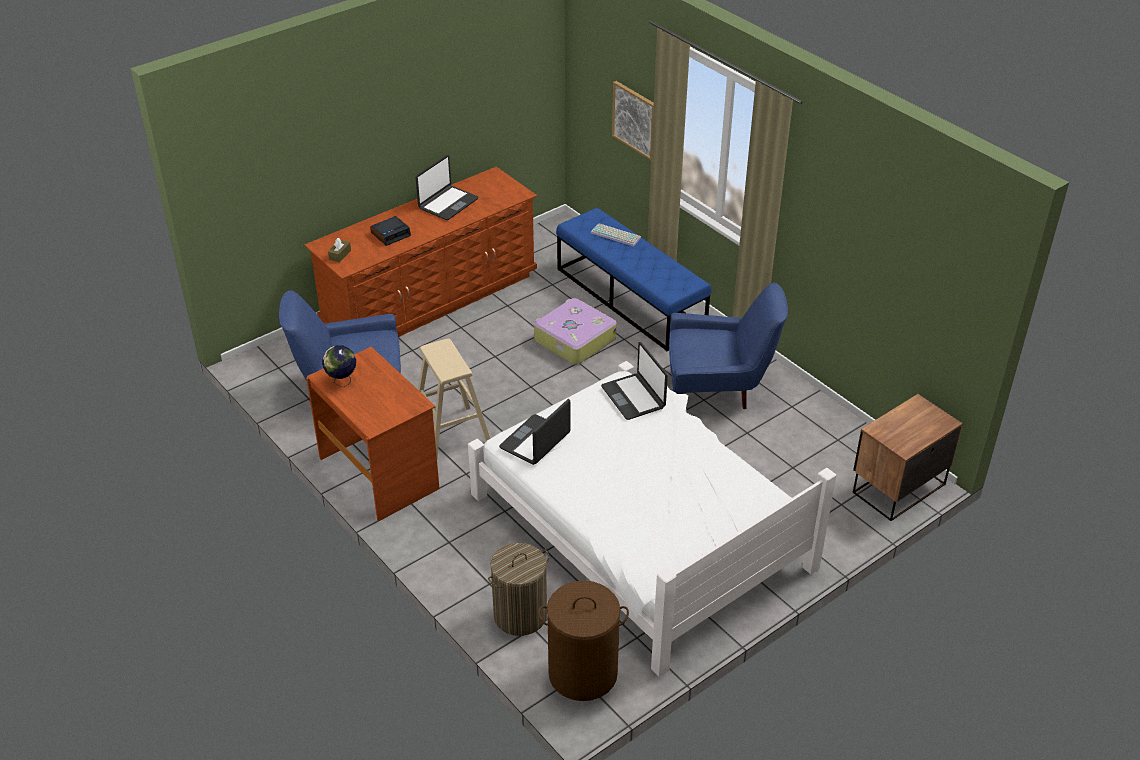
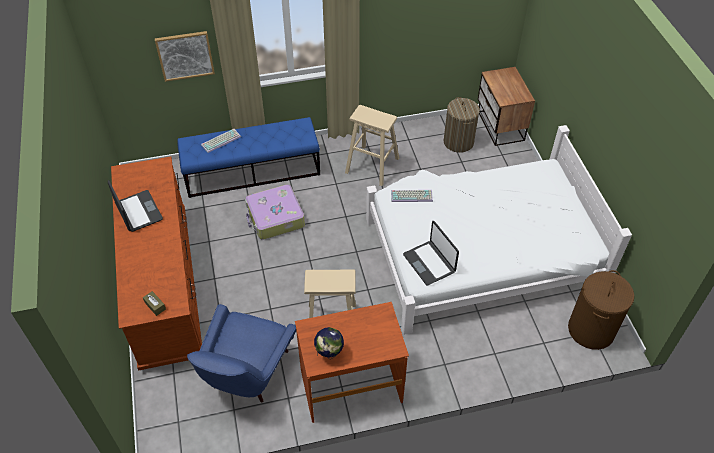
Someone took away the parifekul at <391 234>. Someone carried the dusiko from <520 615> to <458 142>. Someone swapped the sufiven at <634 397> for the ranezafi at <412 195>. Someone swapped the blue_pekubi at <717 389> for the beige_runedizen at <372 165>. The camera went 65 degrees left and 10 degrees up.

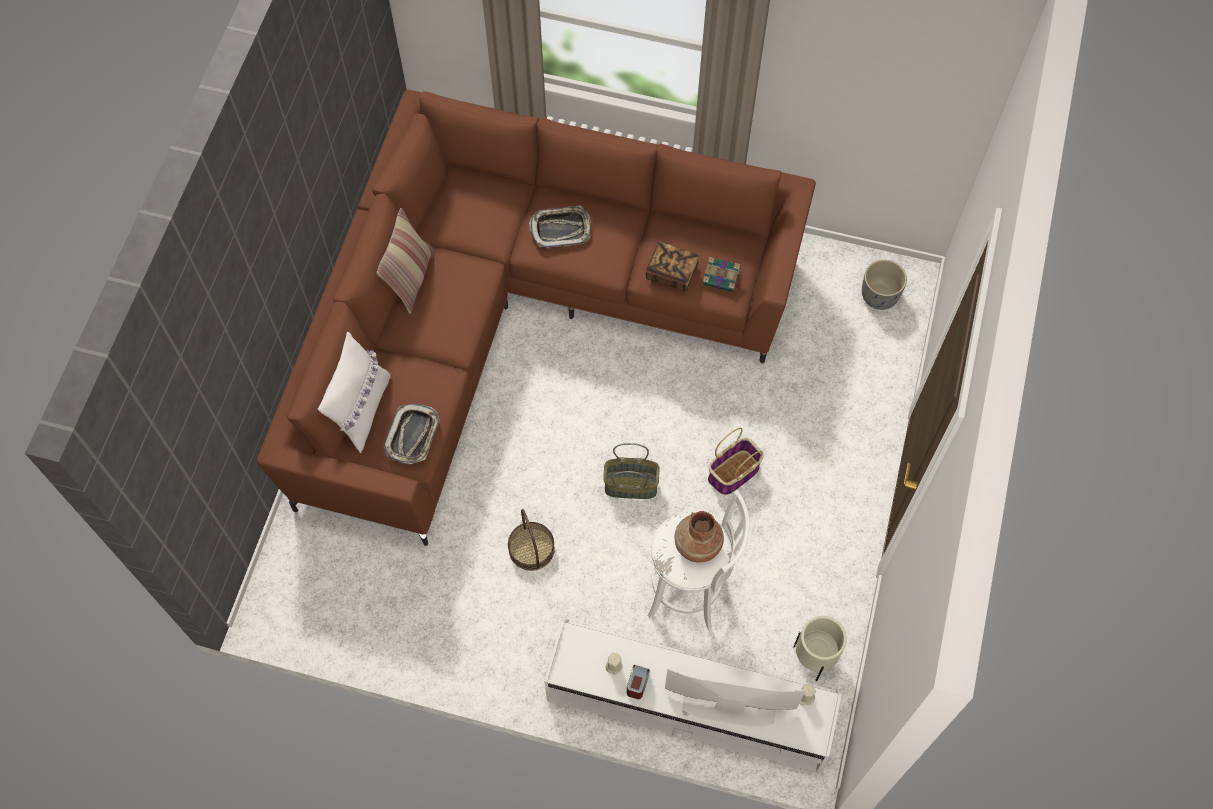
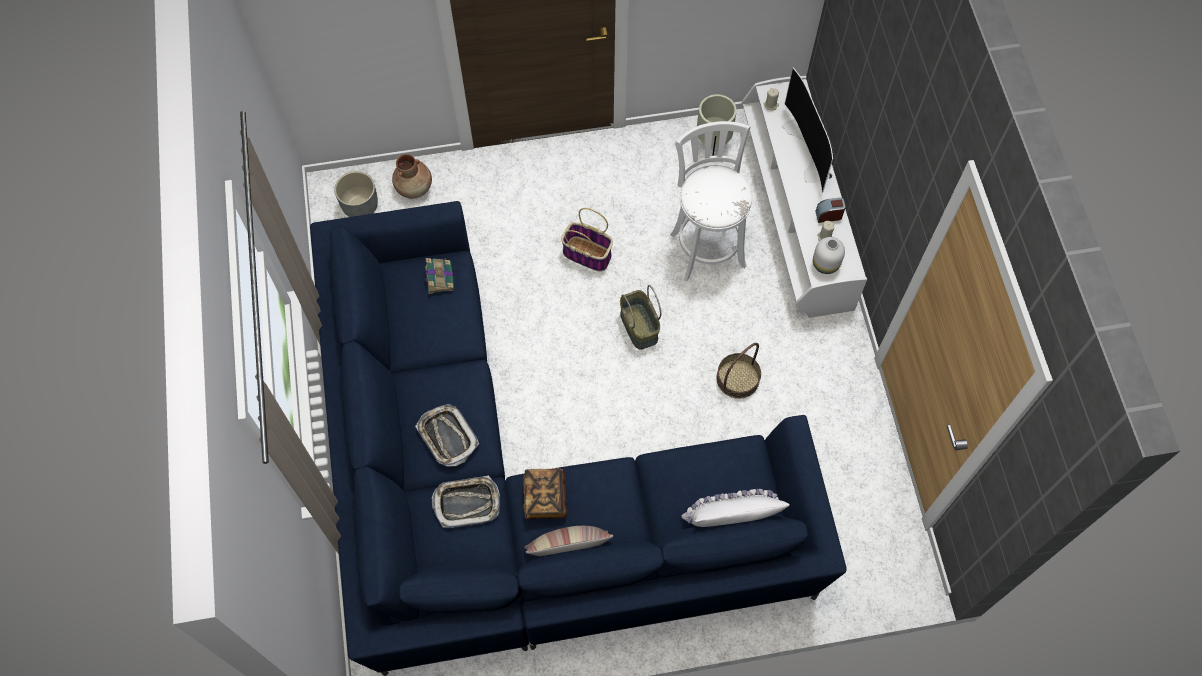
Someone put down the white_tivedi at <825 263>. Someone carried the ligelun from <412 436> to <467 503>. Someone carried the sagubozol from <672 273> to <545 498>. Someone carried the brown_tivedi from <697 545> to <414 187>. Someone repainted the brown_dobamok at <516 317>, which became the blue_dobamok at <519 497>. The camera went 115 degrees left and 0 degrees up.

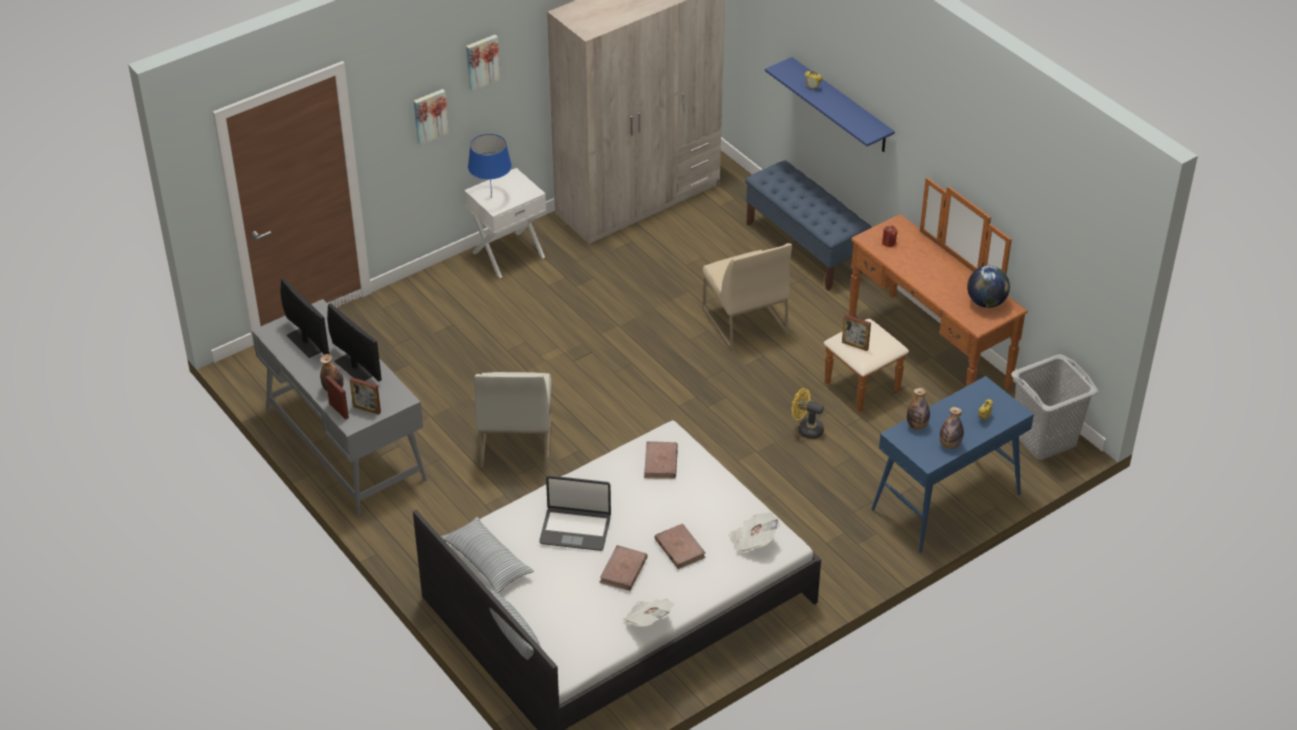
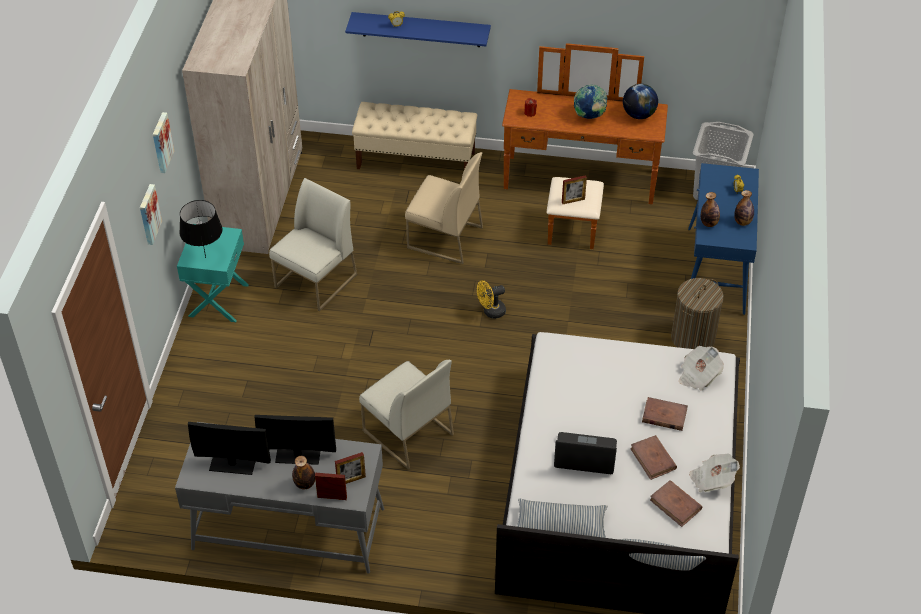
Someone put down the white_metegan at <316 281>. Someone put down the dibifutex at <589 116>. Someone put down the dusiko at <693 338>. Someone carried the brown_sagubozol from <660 462> to <675 505>. Someone carried the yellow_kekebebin from <806 429> to <491 312>. Someone repainted the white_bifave at <507 254>, which became the turquoise_bifave at <217 300>. Someone repainted the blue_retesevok at <491 197>, which became the black_retesevok at <205 257>. Someone repainted the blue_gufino at <805 248>, which became the beige_gufino at <416 160>. Someone rotated the sufiven at <575 529> by 135 degrees counterclockwise. The camera went 45 degrees left and 5 degrees up.

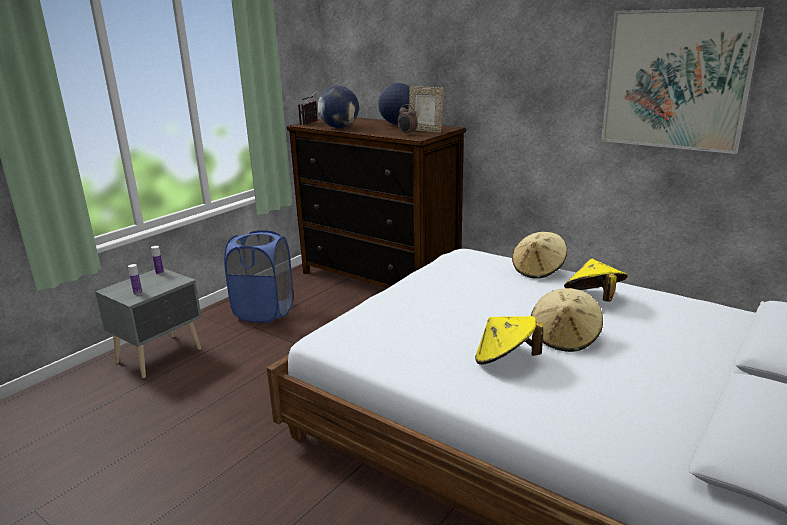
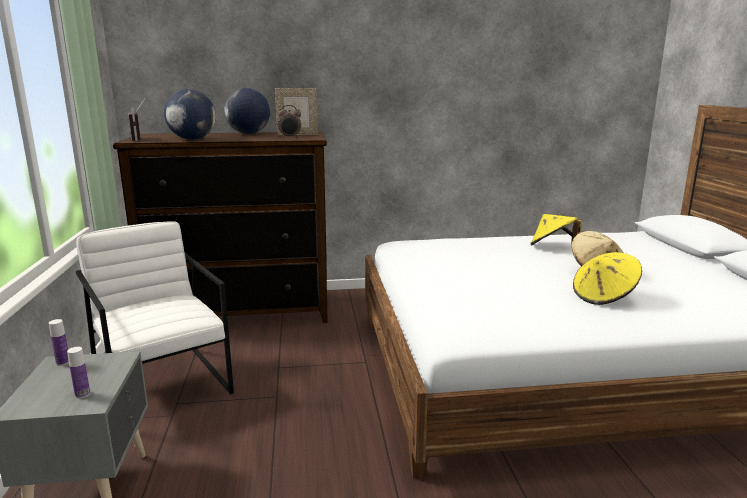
Someone took away the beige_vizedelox at <538 270>. Someone took away the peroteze at <675 80>. Someone swapped the blue_dusiko at <264 312> for the white_pekubi at <162 384>. The camera went 45 degrees left and 5 degrees down.

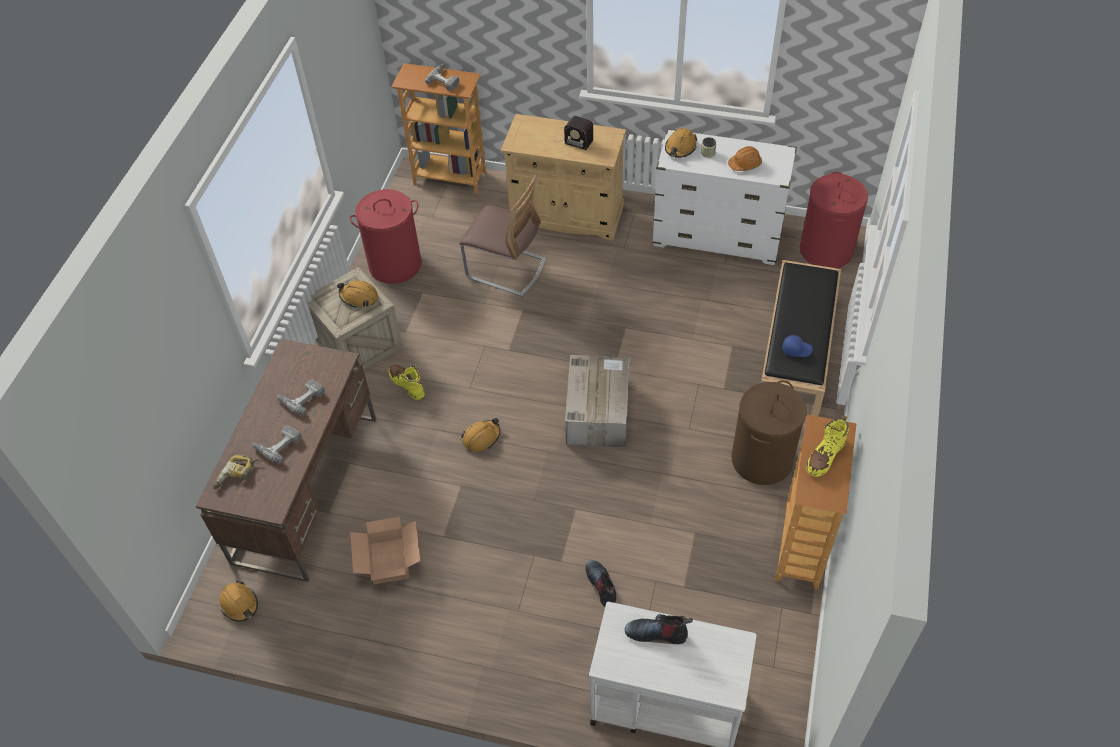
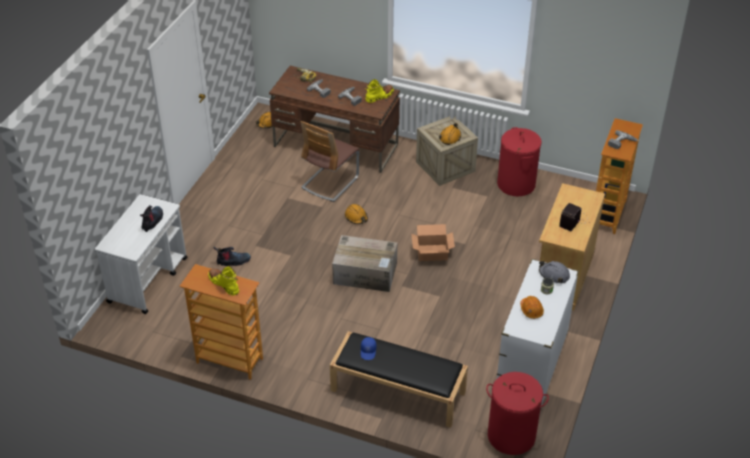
Someone took away the brown_dusiko at <762 460>. Someone carried the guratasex from <390 560> to <432 253>. Someone carried the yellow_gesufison from <407 384> to <379 96>. Someone carried the metegan from <506 269> to <330 182>. Someone repainted the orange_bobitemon at <680 148>, which became the grey_bobitemon at <554 275>. The camera went 95 degrees right and 10 degrees down.

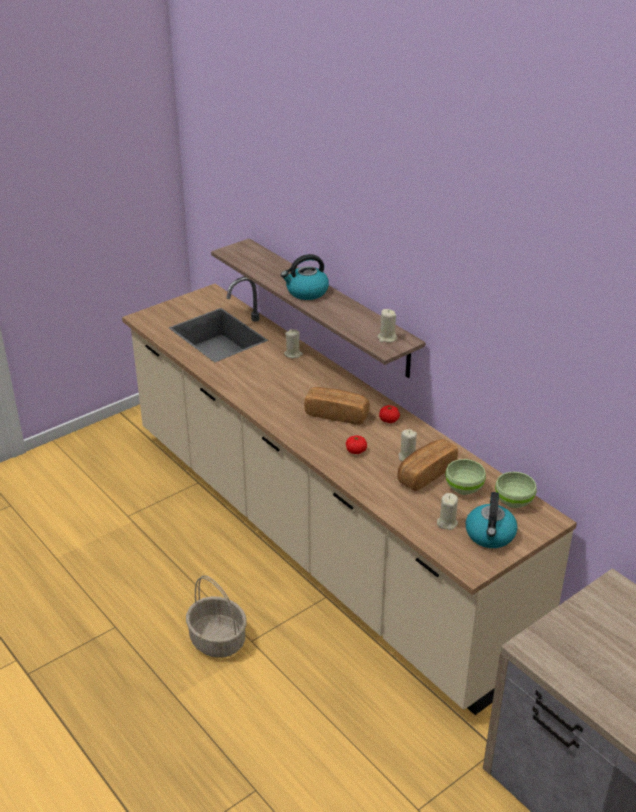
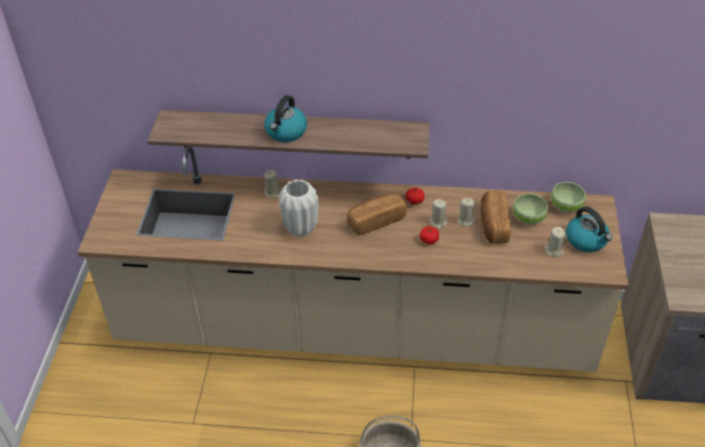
Someone put down the white_tivedi at <301 228>. Someone carried the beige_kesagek from <387 338> to <438 222>. The camera went 45 degrees left and 10 degrees up.

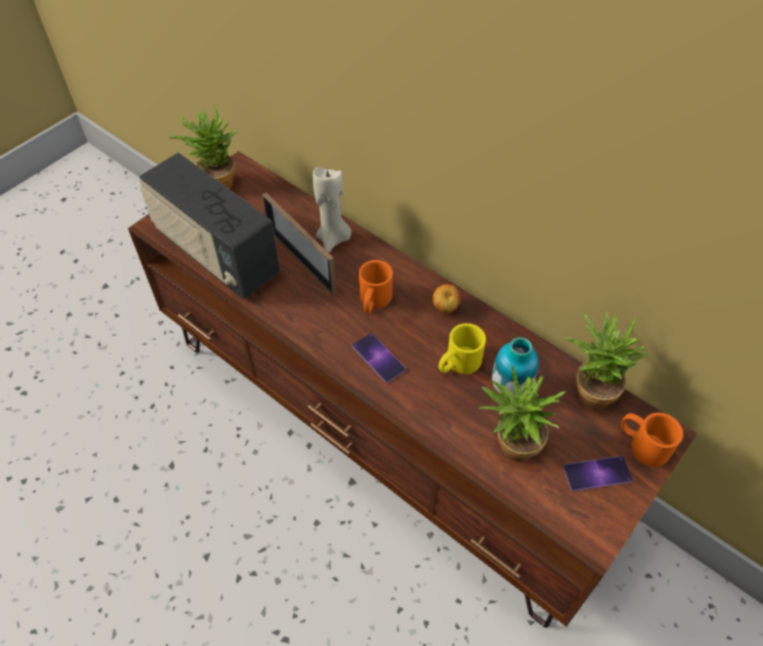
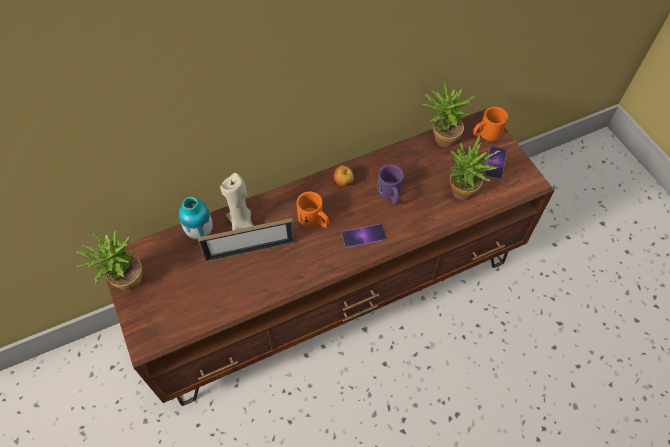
Someone took away the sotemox at <216 254>. Someone carried the tivedi from <510 388> to <200 232>. Someone repainted the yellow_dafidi at <458 364>, which became the purple_dafidi at <390 194>. The camera went 65 degrees left and 5 degrees up.

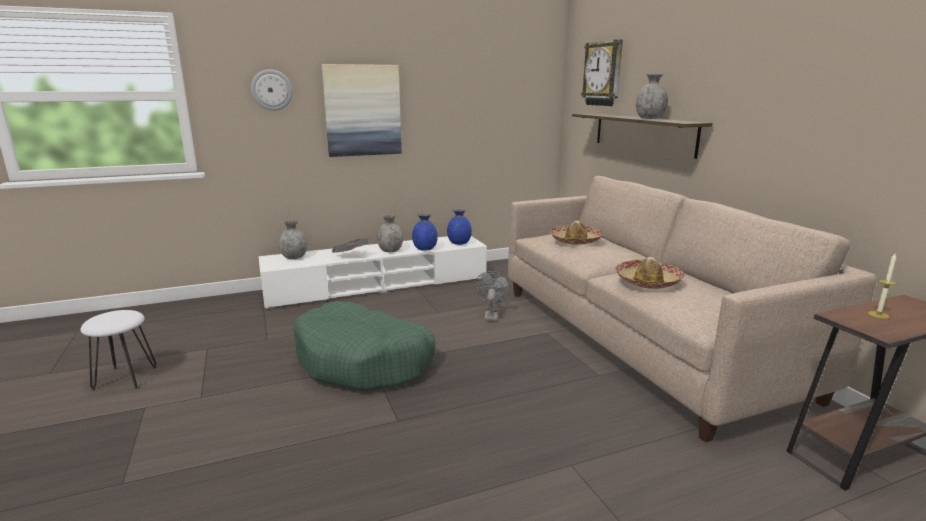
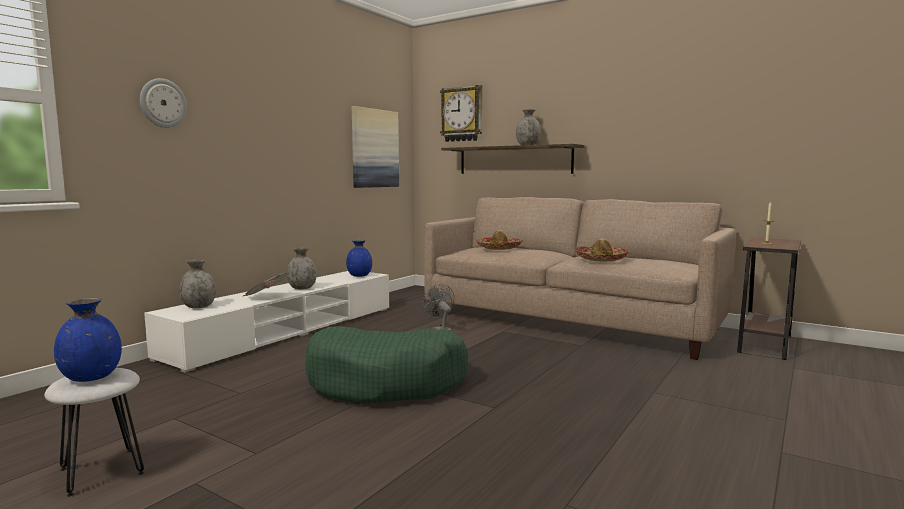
Someone carried the peroteze from <362 110> to <374 148>. Someone carried the blue_tivedi from <425 249> to <91 377>. The camera went 35 degrees left and 10 degrees down.

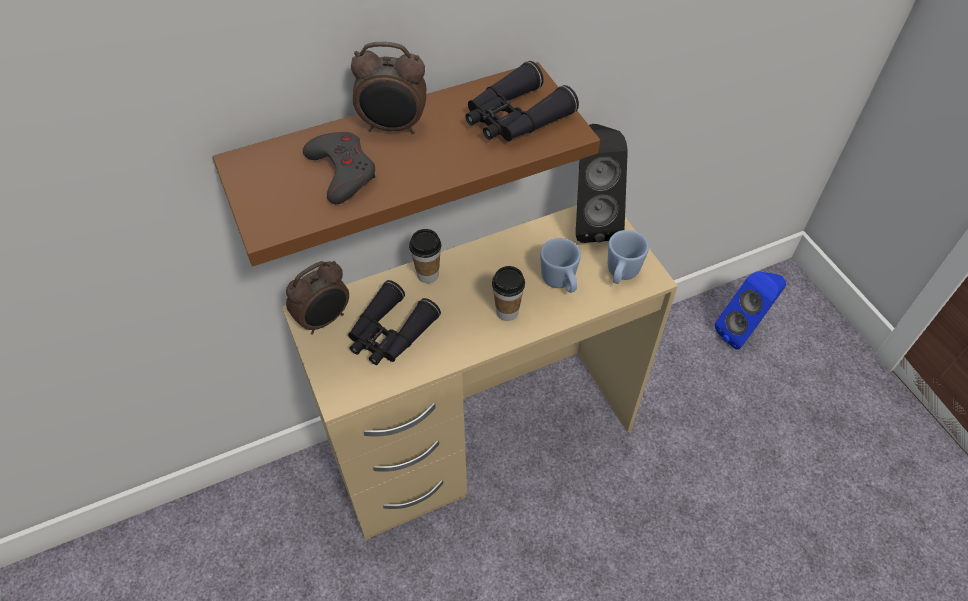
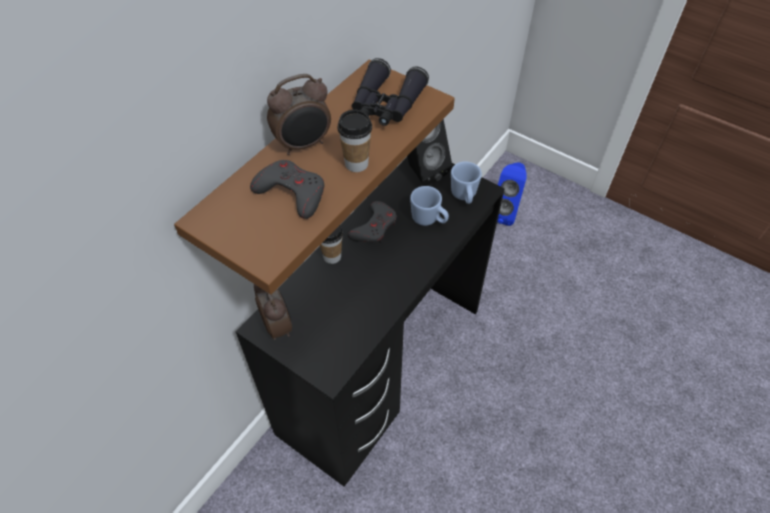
Someone took away the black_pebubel at <390 333>. Someone put down the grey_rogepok at <374 227>. Someone carried the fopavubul from <507 312> to <356 164>. Someone repainted the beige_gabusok at <482 438>, which became the black_gabusok at <381 368>. Someone rotated the parifekul at <325 320> by 45 degrees counterclockwise. The camera went 30 degrees left and 0 degrees up.

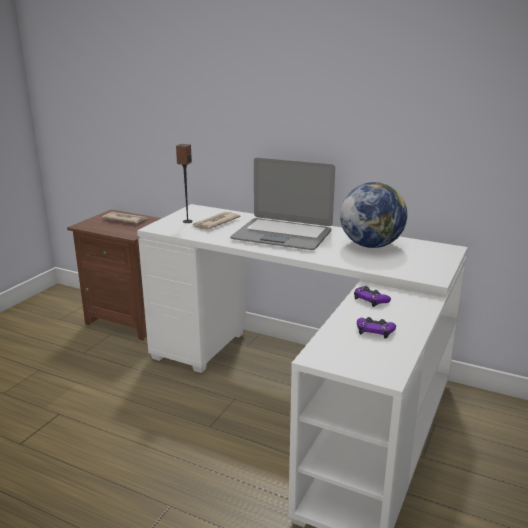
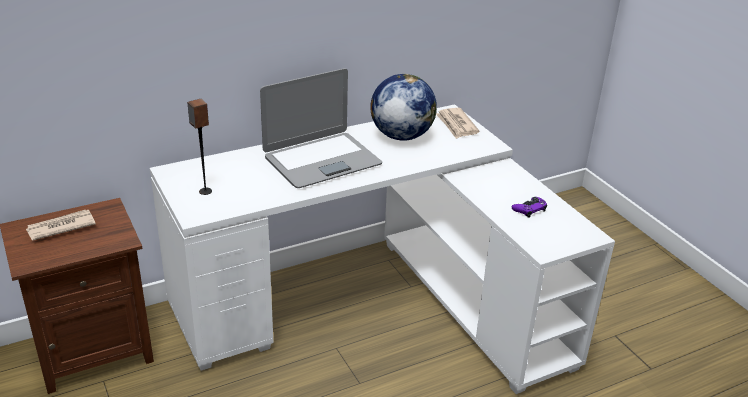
Someone took away the purple_rogepok at <370 299>. Someone carried the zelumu from <215 223> to <456 125>. The camera went 55 degrees left and 10 degrees up.

